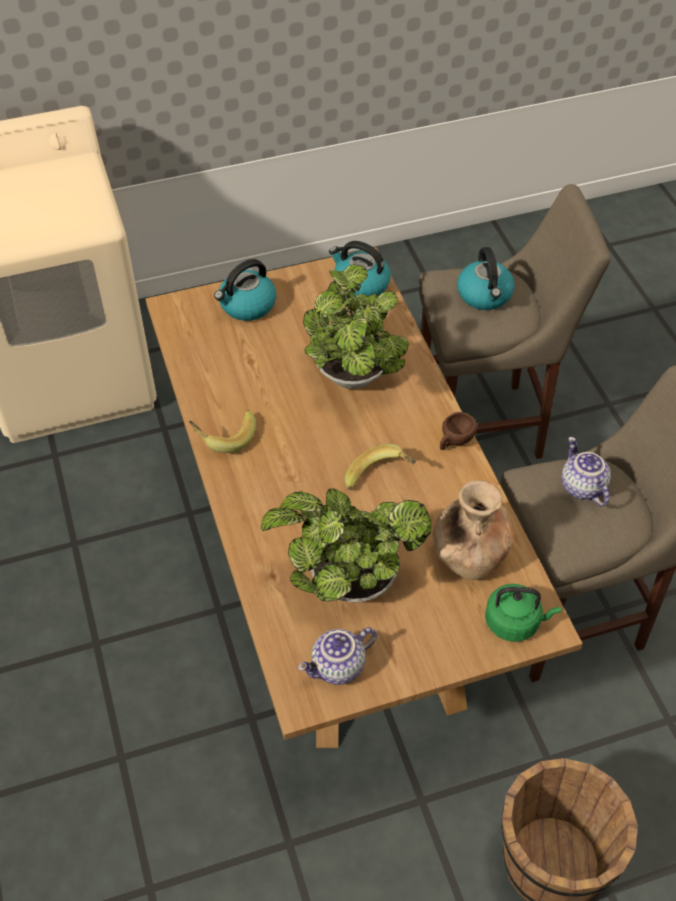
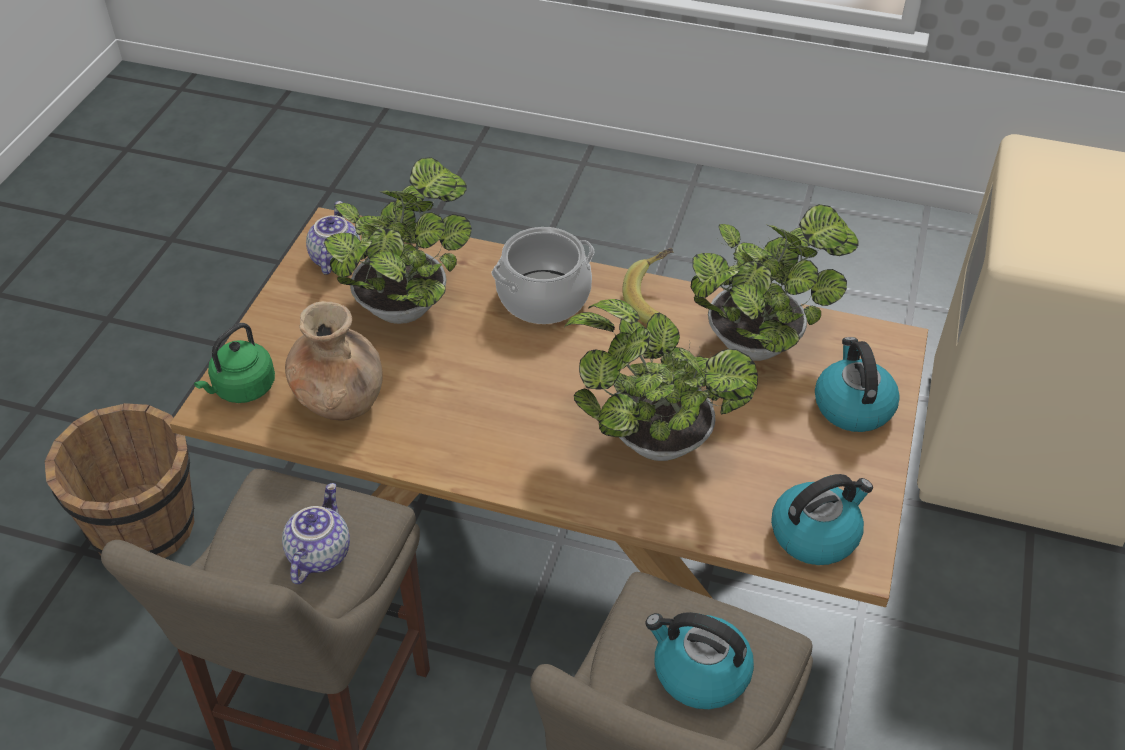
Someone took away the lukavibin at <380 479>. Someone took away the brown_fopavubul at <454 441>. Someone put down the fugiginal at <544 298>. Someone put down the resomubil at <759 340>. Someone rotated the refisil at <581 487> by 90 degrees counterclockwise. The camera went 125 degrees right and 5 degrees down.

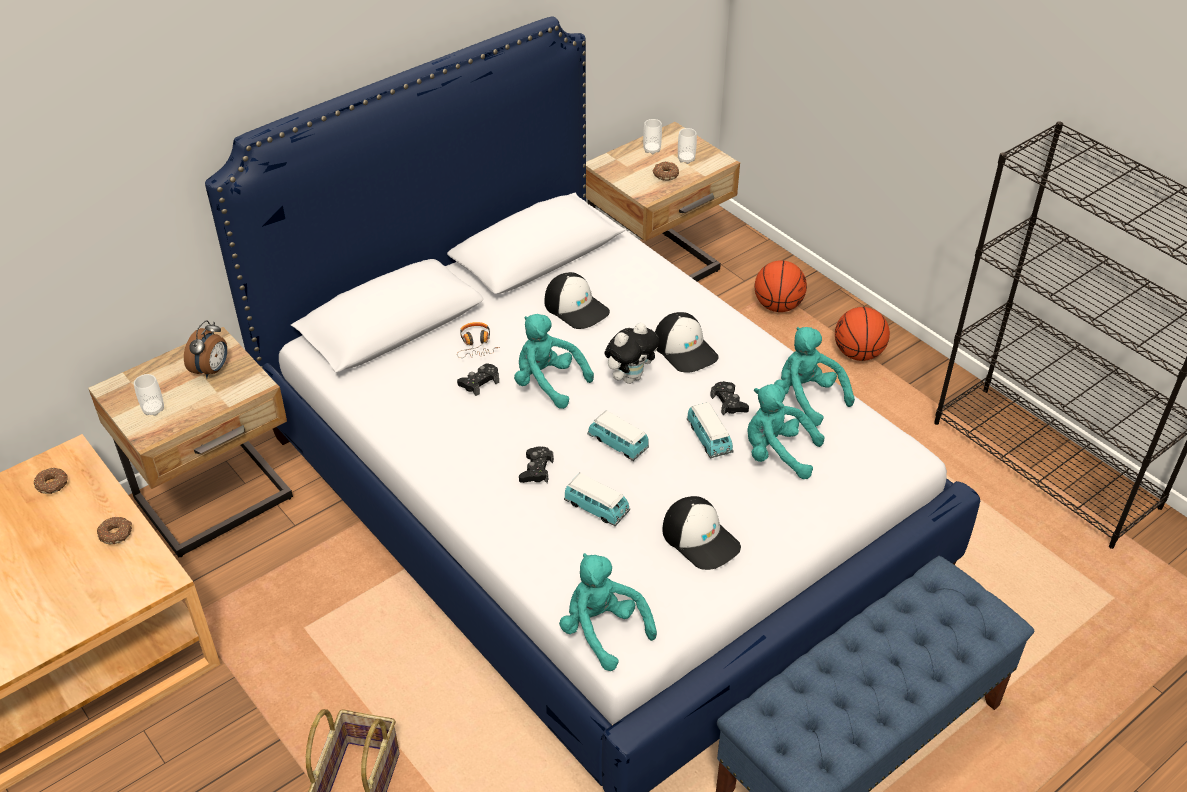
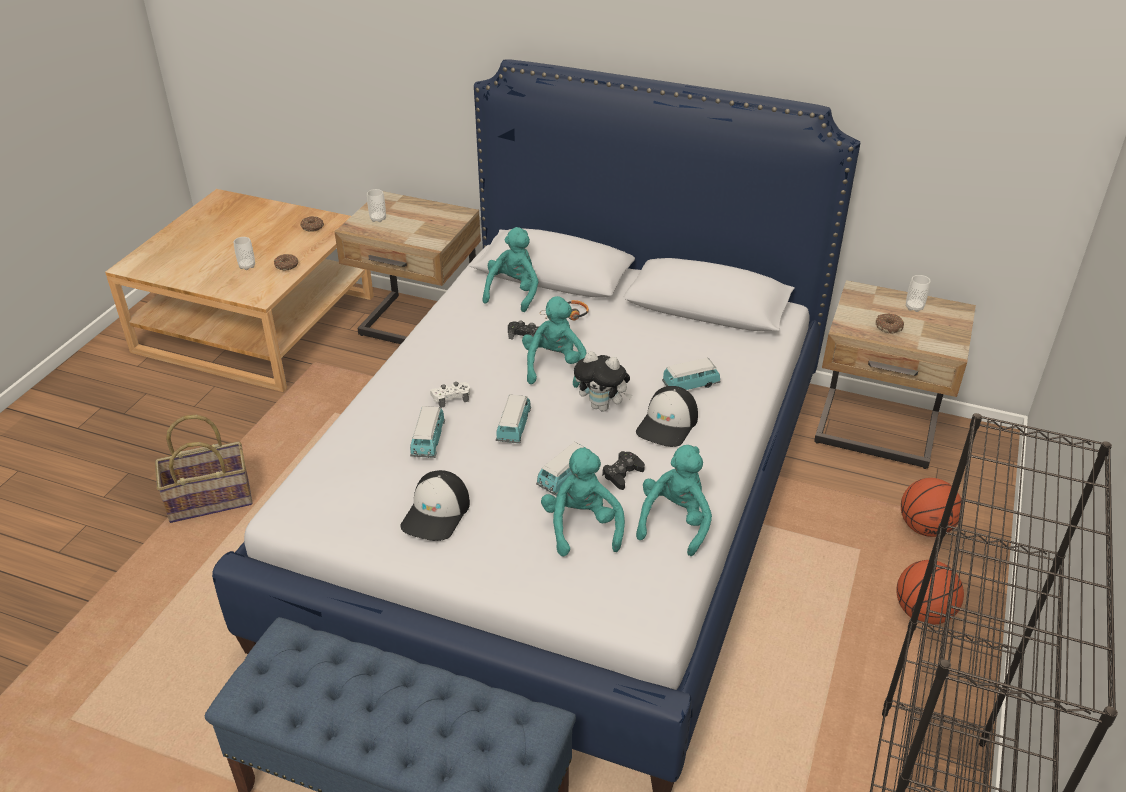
Someone took away the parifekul at <212 370>. Someone took away the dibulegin at <576 307>. Someone put down the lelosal at <690 385>. Someone carried the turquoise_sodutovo from <602 630> to <513 292>. Someone carried the fopavubul from <686 159> to <247 266>. Someone repainted the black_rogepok at <536 470>, which became the white_rogepok at <451 397>. The camera went 60 degrees right and 5 degrees down.

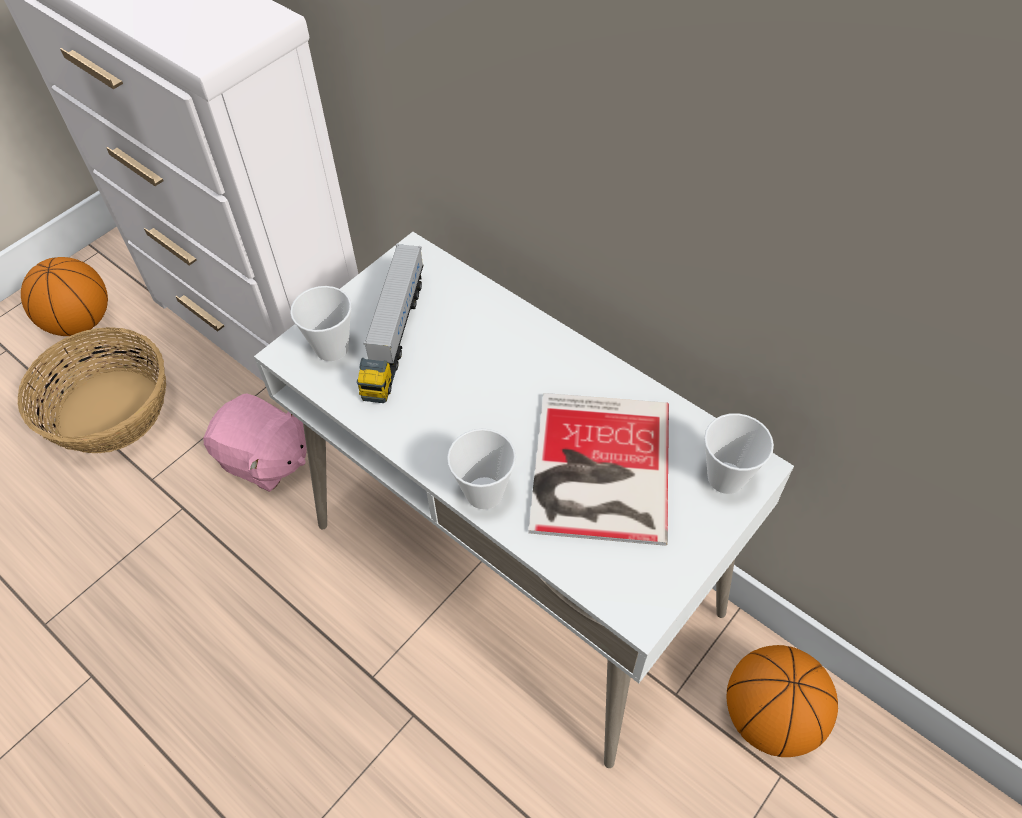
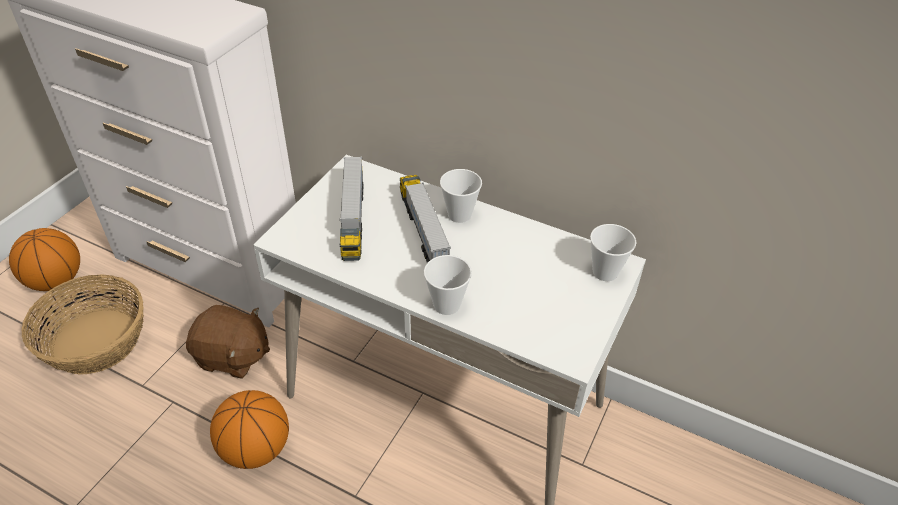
Someone took away the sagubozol at <596 470>. Someone put down the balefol at <423 230>. Someone carried the fopavubul from <332 348> to <459 214>. Someone carried the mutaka from <770 716> to <256 449>. Someone repainted the pink_sodutovo at <265 459>, which became the brown_sodutovo at <232 356>. The camera went 15 degrees left and 10 degrees down.

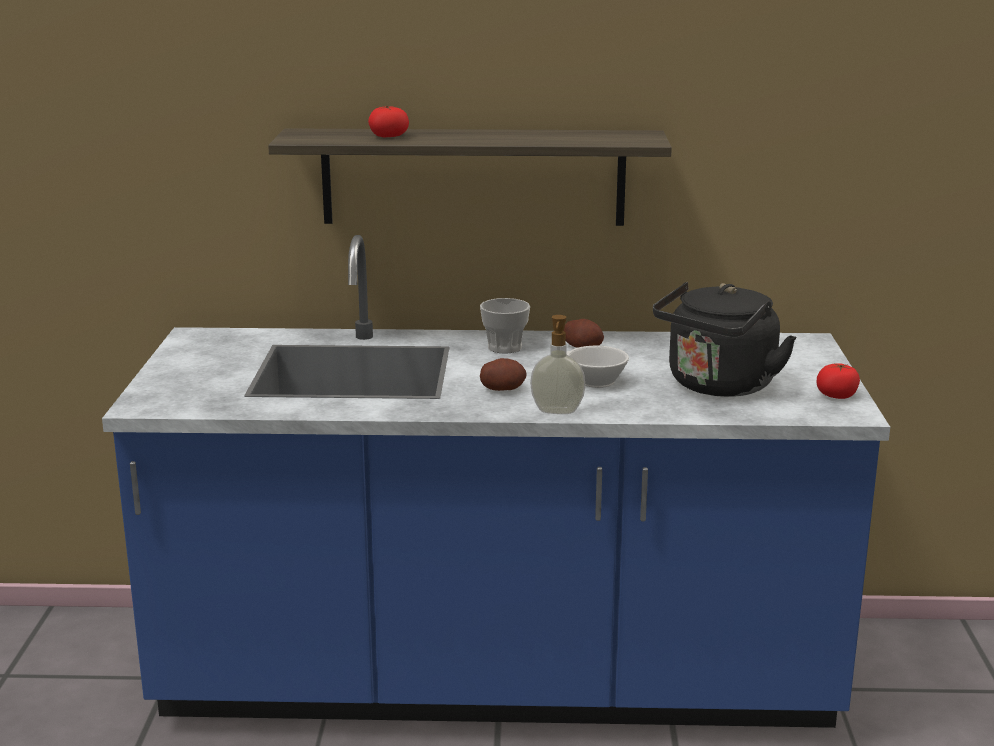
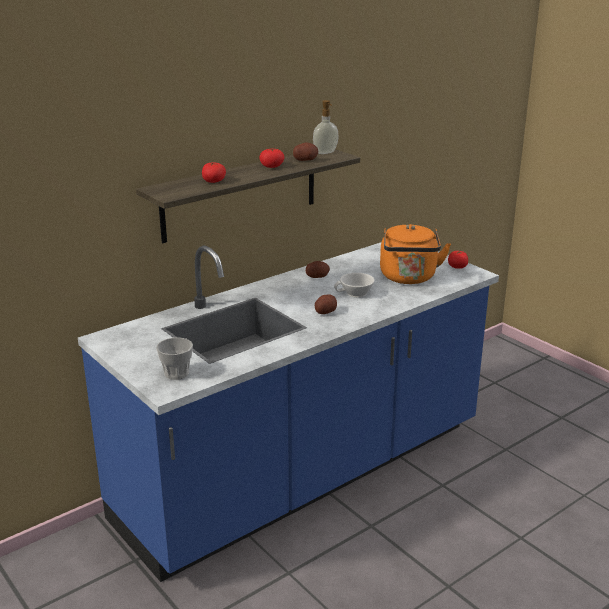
Someone put down the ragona at <271 166>. Someone put down the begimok at <305 160>. Someone carried the fopavubul from <504 347> to <176 373>. Someone carried the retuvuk from <557 412> to <326 153>. Someone repainted the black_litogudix at <718 386>, which became the orange_litogudix at <409 278>. The camera went 40 degrees left and 5 degrees up.

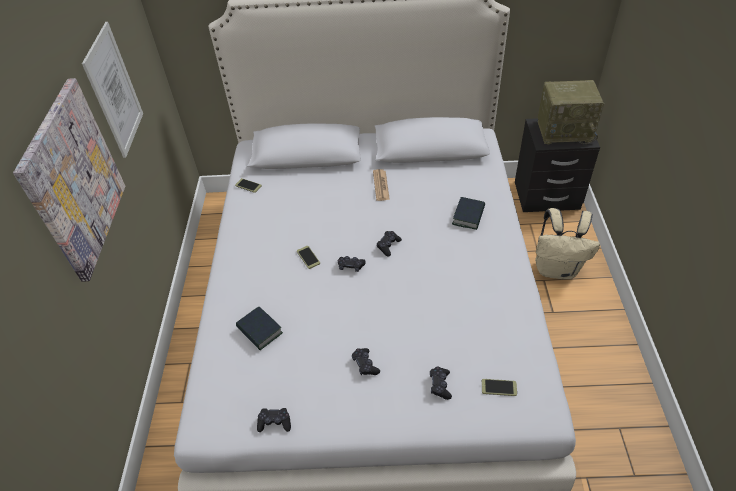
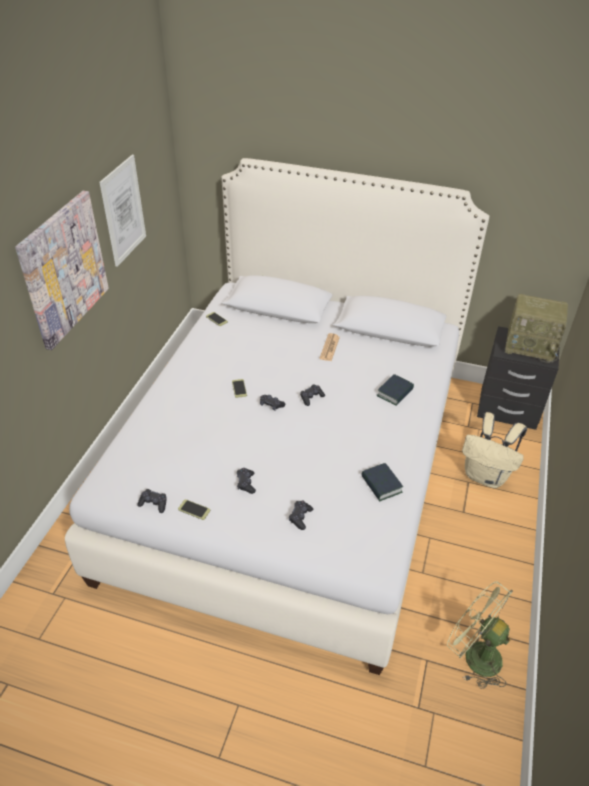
Someone put down the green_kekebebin at <474 655>. Someone carried the sagubozol from <260 331> to <381 485>. Someone carried the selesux from <499 387> to <194 510>. The camera went 15 degrees right and 5 degrees down.

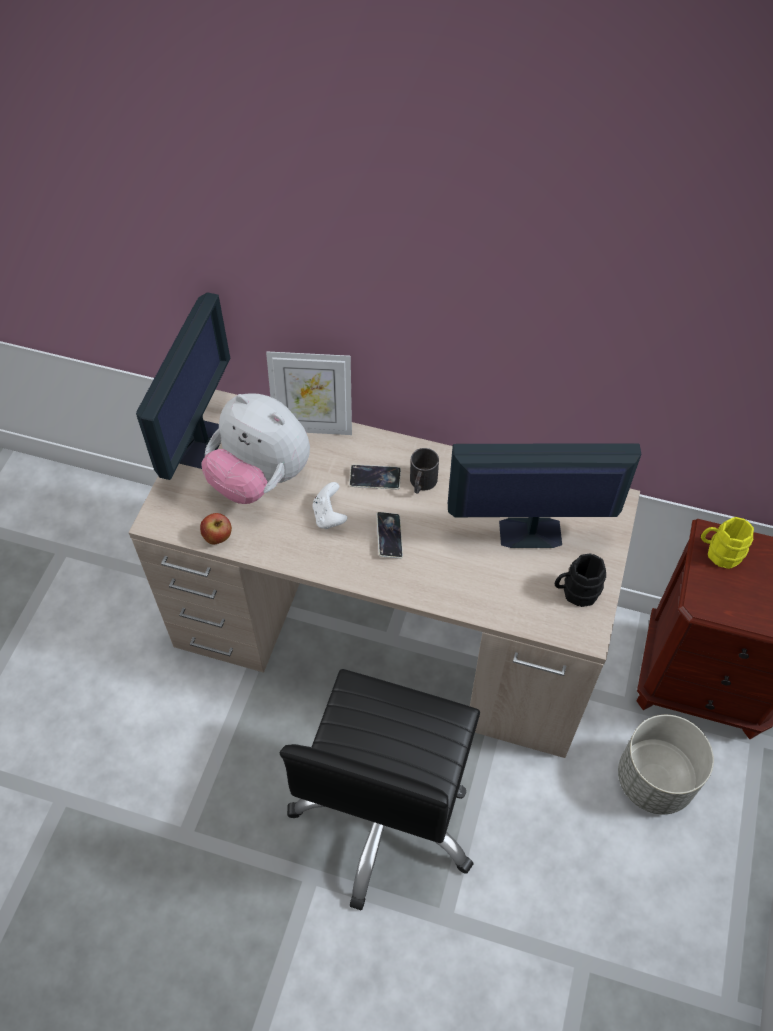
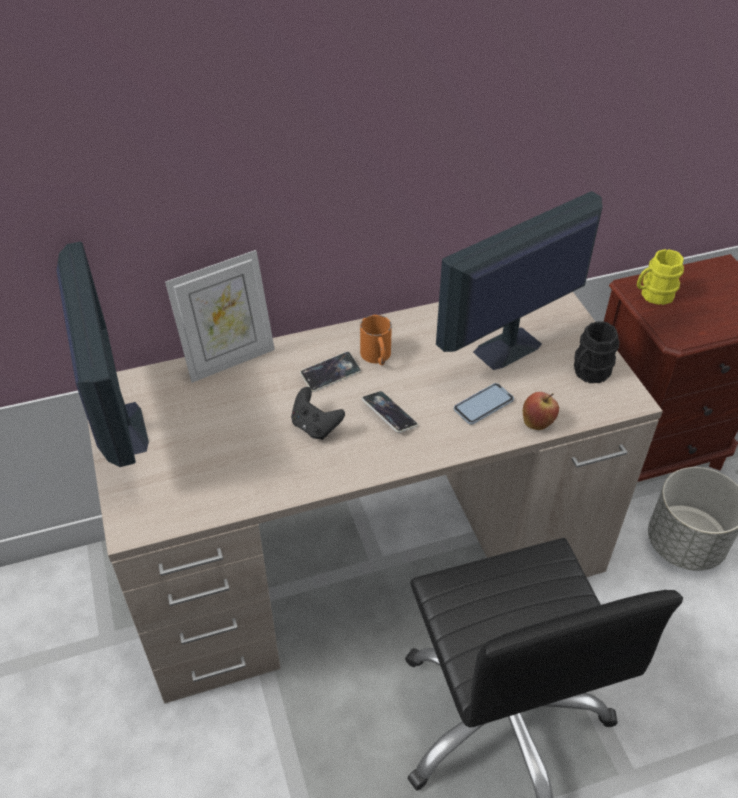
Someone took away the sodutovo at <260 478>. Someone put down the selesux at <483 405>. Someone carried the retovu from <218 538> to <538 423>. Someone repainted the white_rogepok at <329 516>, which became the black_rogepok at <315 427>. Someone repainted the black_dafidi at <421 483>, which became the orange_dafidi at <377 357>. The camera went 35 degrees left and 10 degrees down.

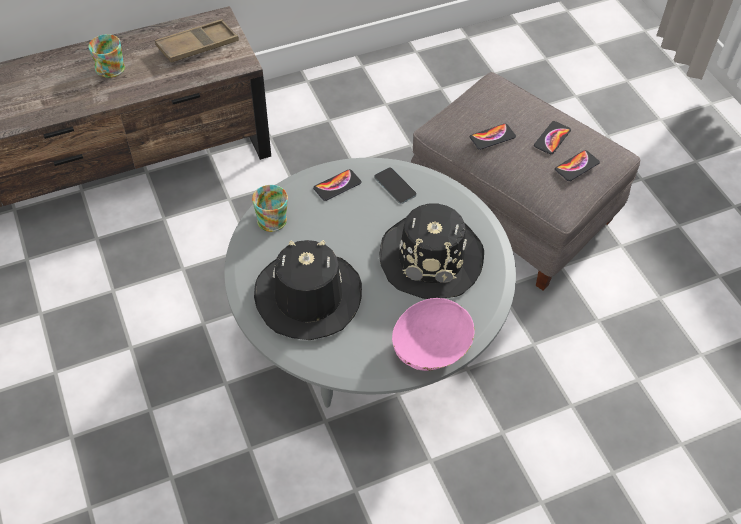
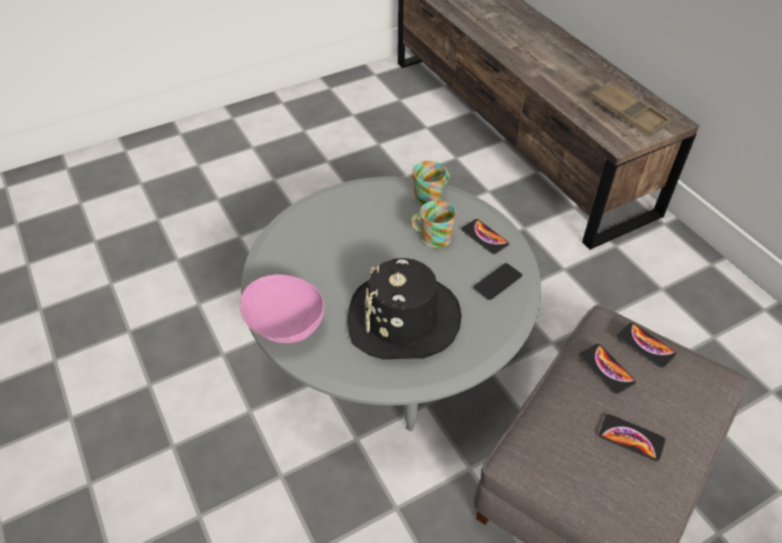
Someone took away the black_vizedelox at <308 297>. Someone carried the dafidi from <109 71> to <431 237>. Someone carried the selesux from <576 166> to <645 345>. The camera went 85 degrees right and 5 degrees down.

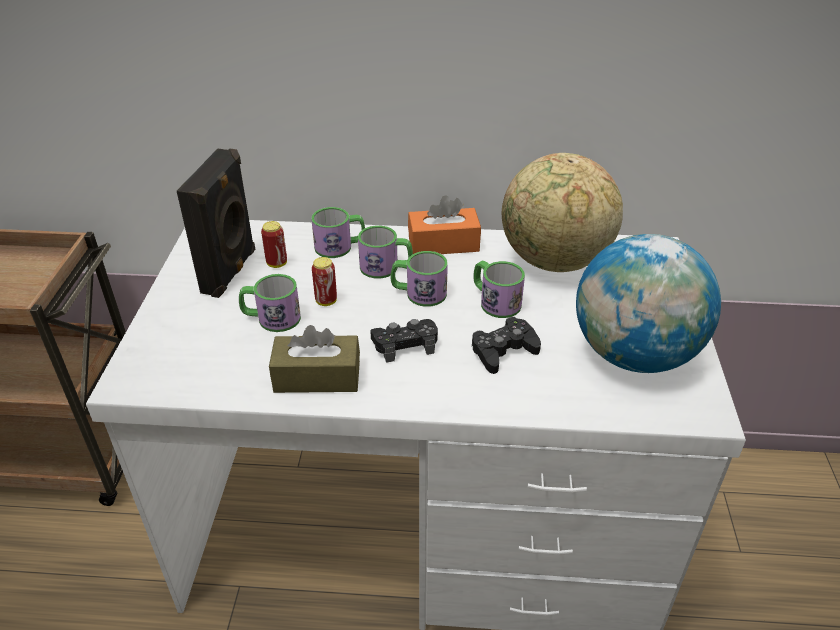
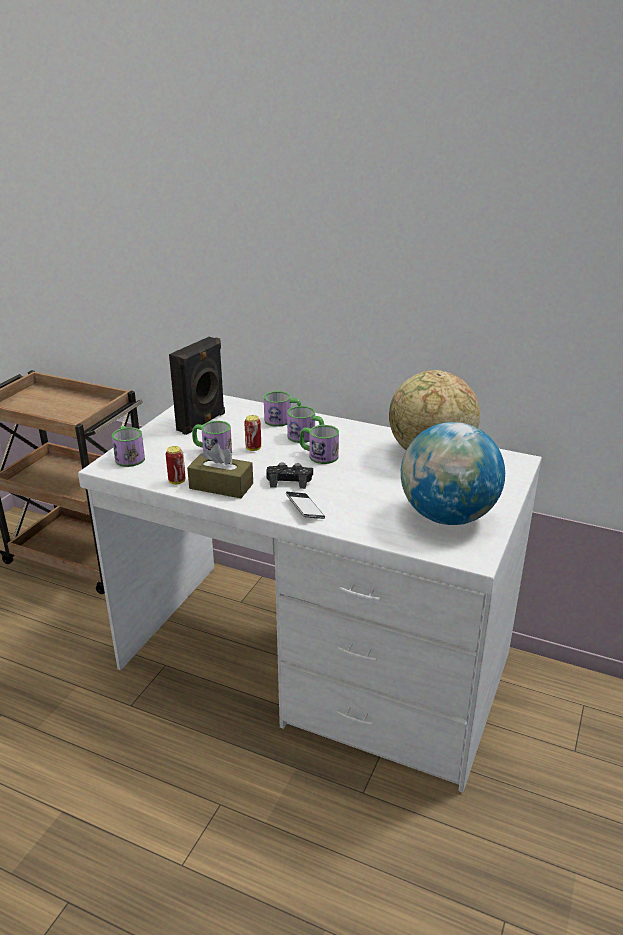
Someone took away the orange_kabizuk at <443 244>. Someone took away the black_rogepok at <503 351>. Someone put down the selesux at <305 509>. Someone carried the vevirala from <277 263> to <177 481>. Someone carried the dafidi from <495 301> to <129 457>. The camera went 20 degrees right and 10 degrees down.

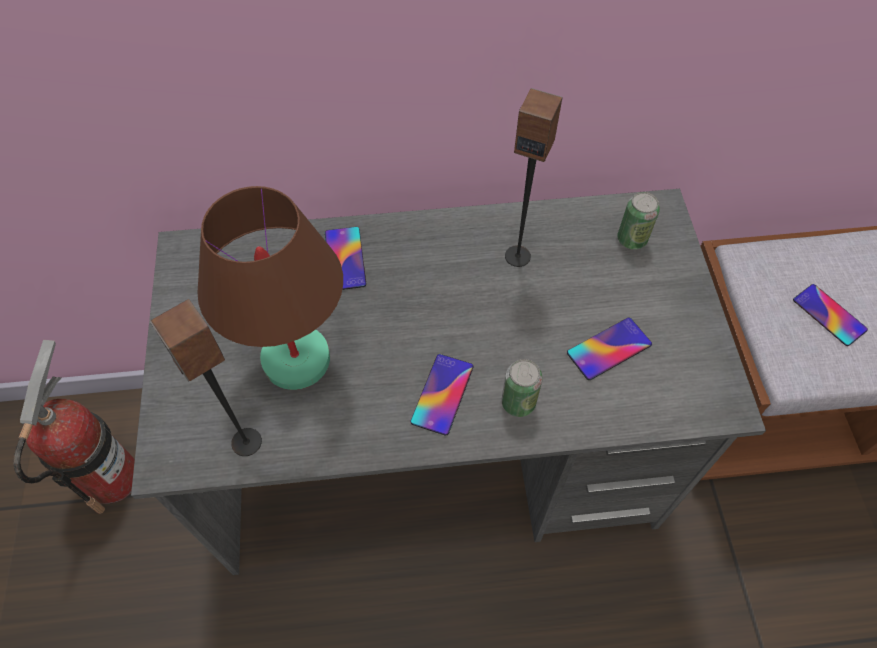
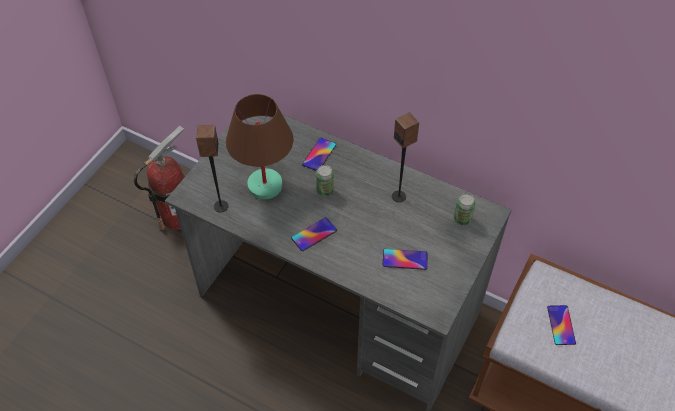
Someone carried the vevirala from <518 402> to <325 190>. The camera went 35 degrees right and 5 degrees down.

